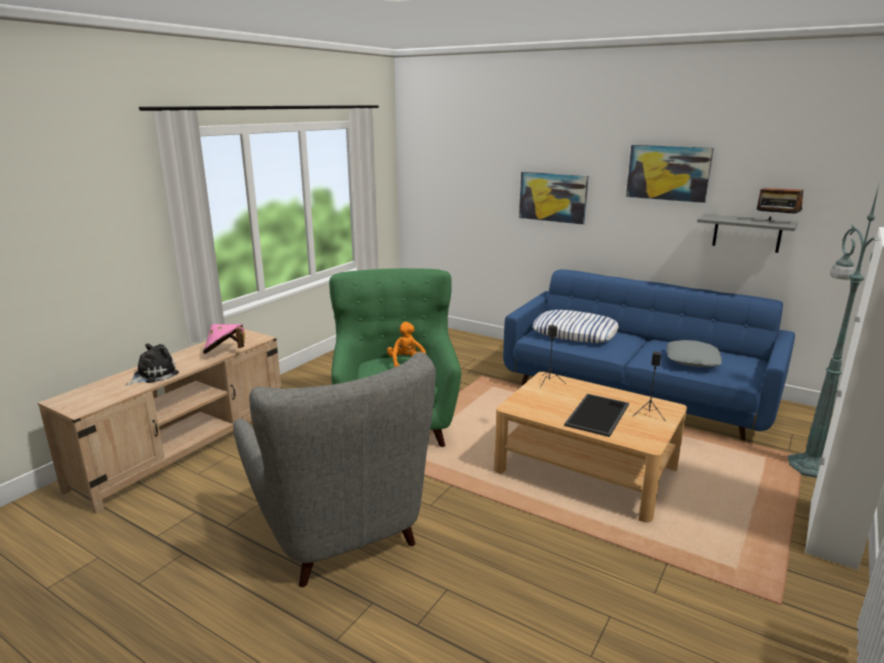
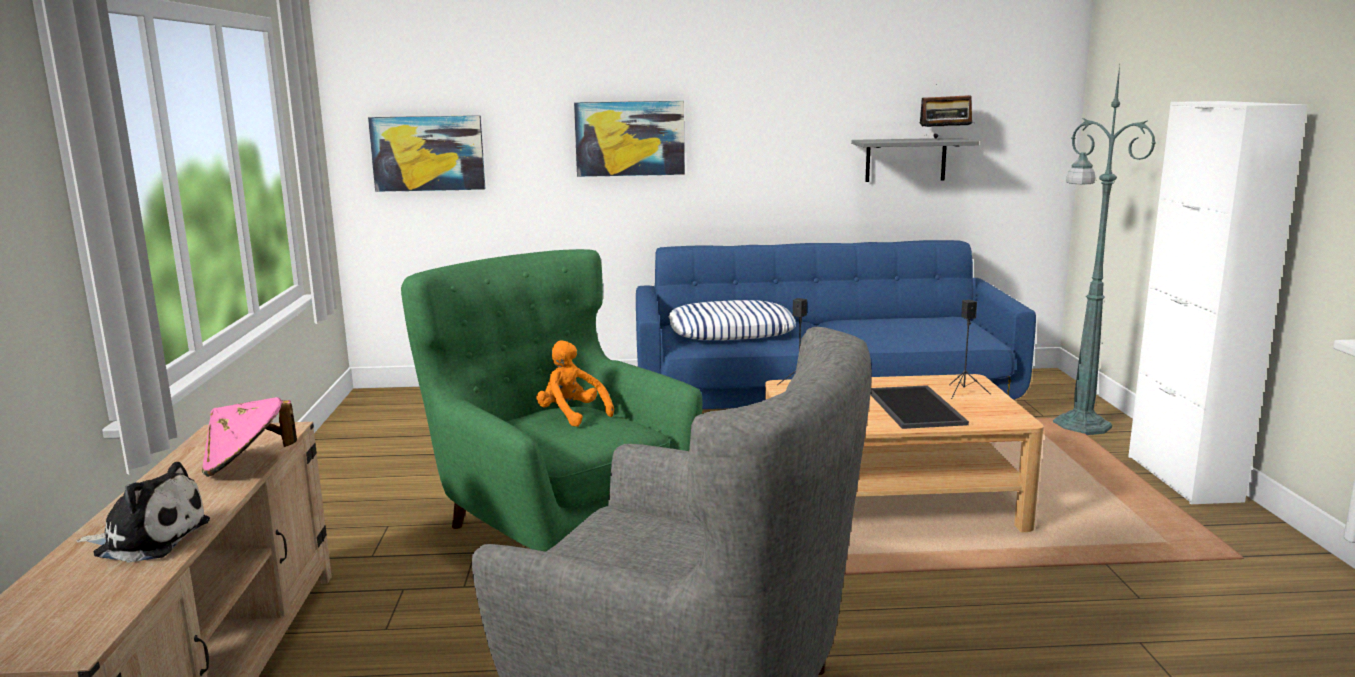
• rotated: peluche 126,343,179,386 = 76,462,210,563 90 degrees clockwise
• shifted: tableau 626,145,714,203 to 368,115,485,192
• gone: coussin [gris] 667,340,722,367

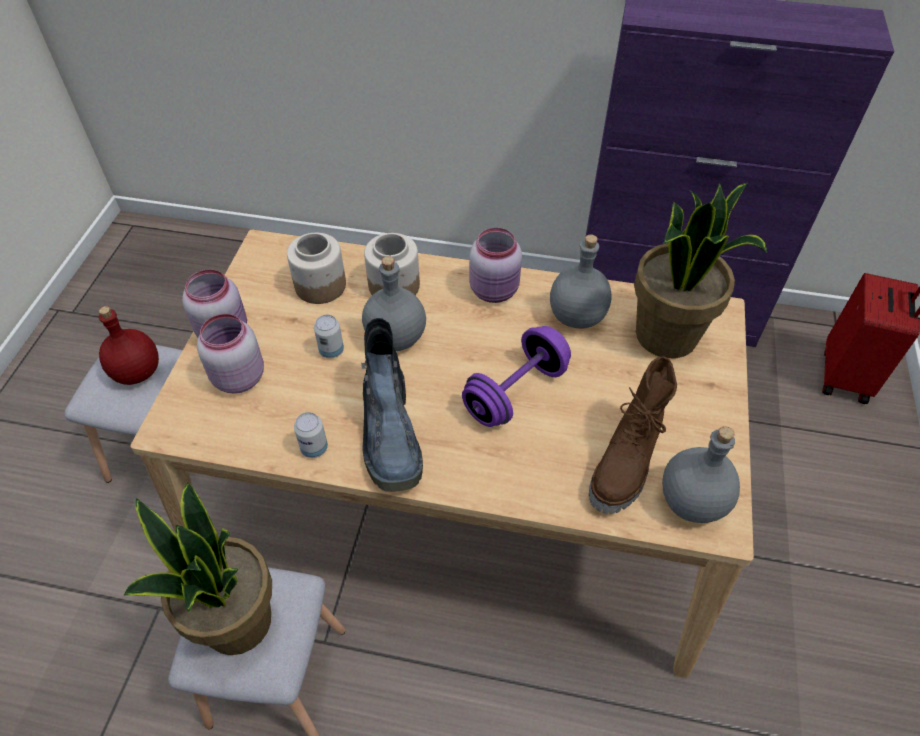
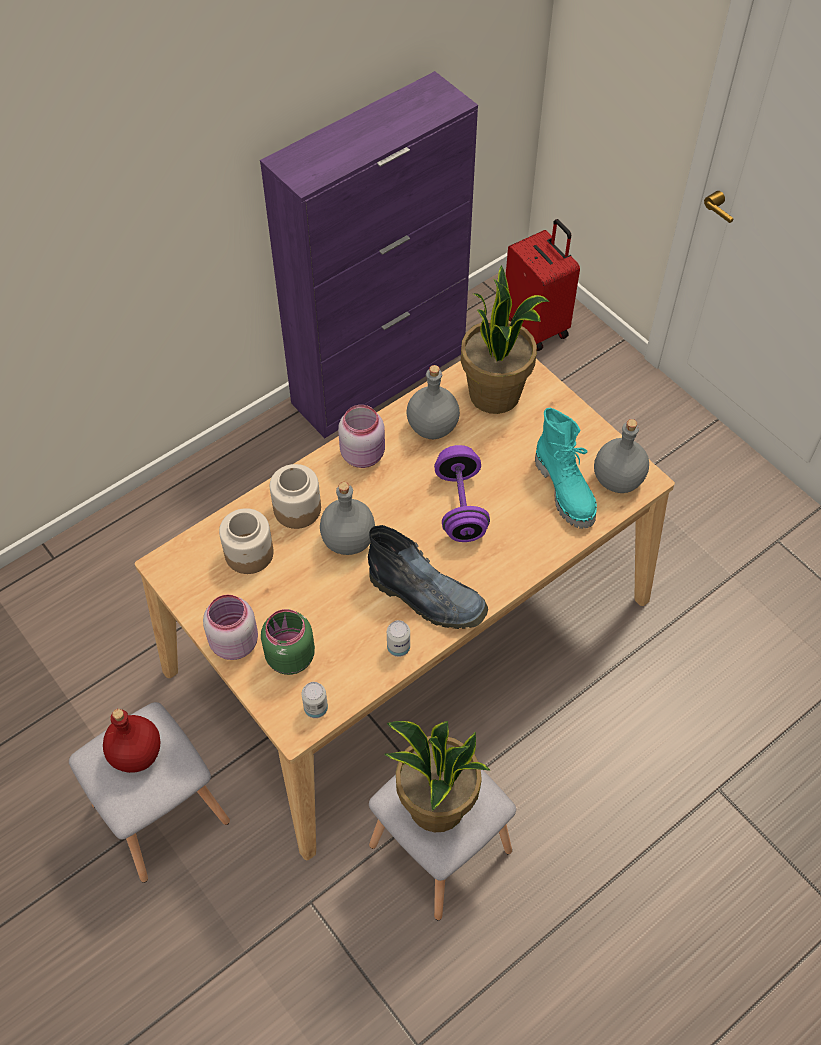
• repainted: bocal [rose] 197,314,264,394 to bocal [vert] 261,609,315,675
• shifted: boîte métallique 314,315,344,358 to 302,682,328,718
• repainted: botte [marron] 589,356,677,514 to botte [turquoise] 535,408,597,529

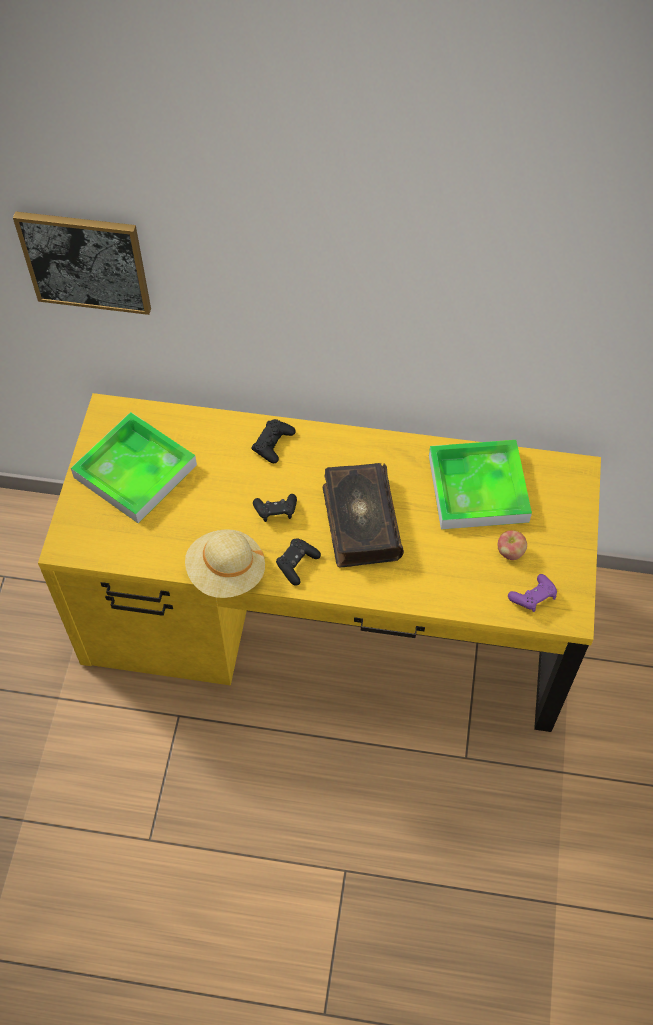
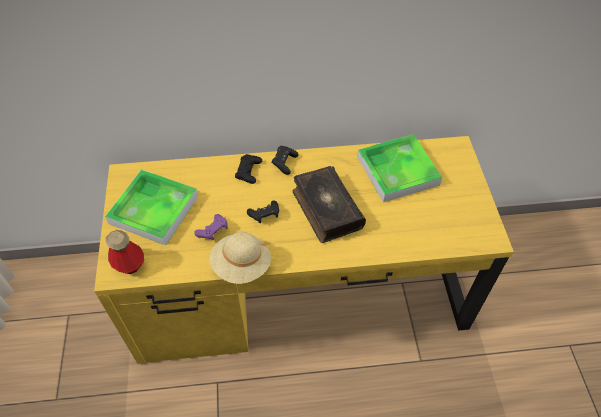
• new: bouteille 106,230,144,274
• shifted: manette [violet] 508,574,557,612 to 194,214,228,240
• shifted: manette [noir] 276,539,321,586 to 272,146,299,175
• gone: tableau 13,211,151,315
• gone: pomme 498,530,527,560

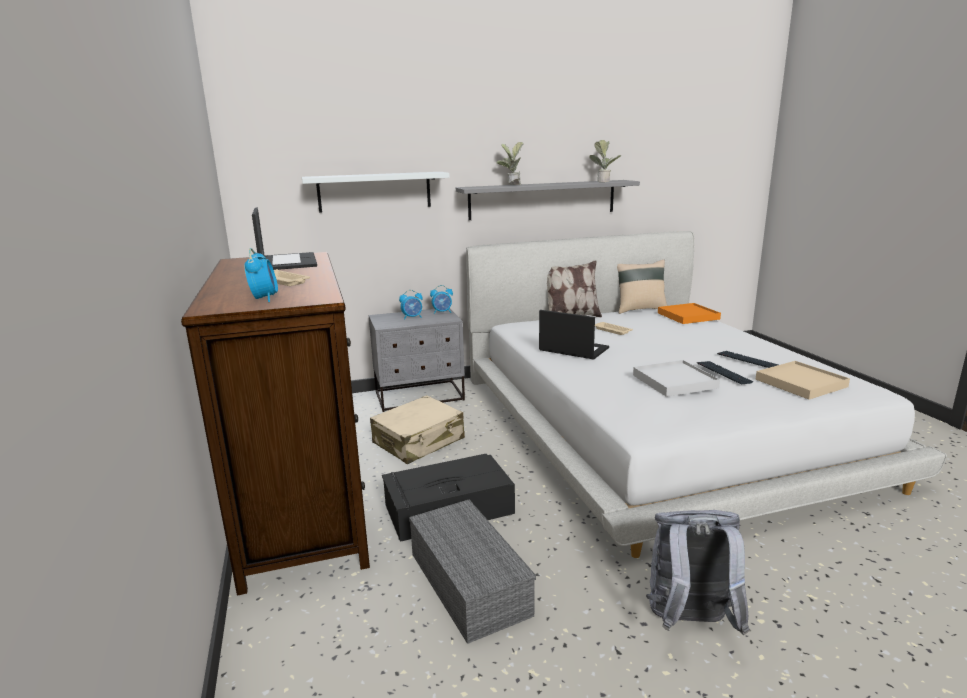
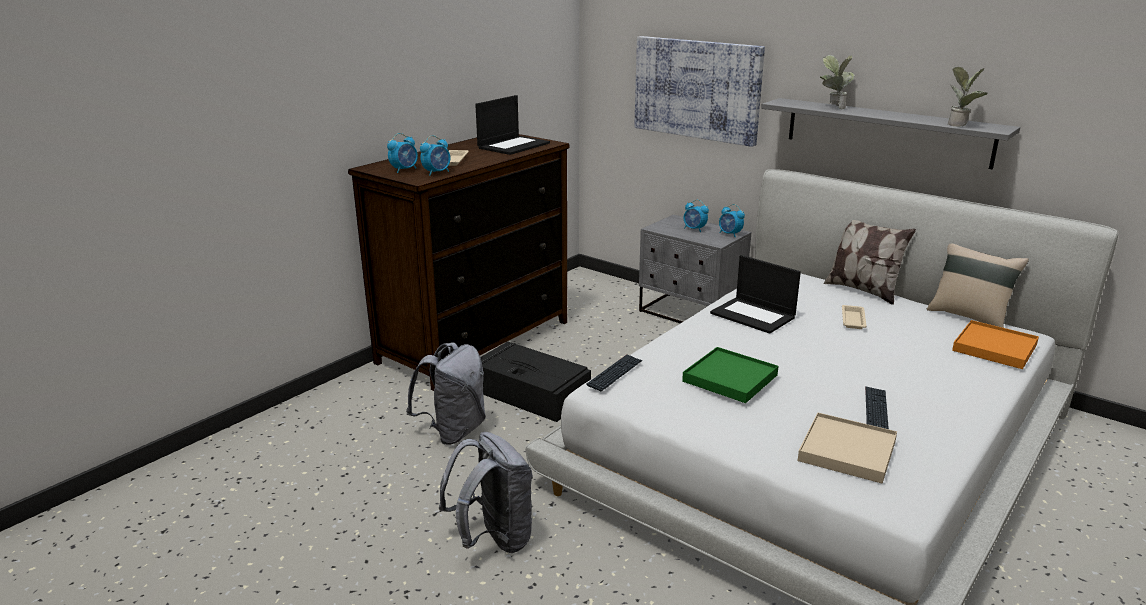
• swapped: boîte de rangement [gris] 409,500,536,644 to sac à dos [gris] 406,342,486,445
• new: réveil 420,135,450,176
• shifted: clavier 697,361,753,384 to 586,354,642,391
• swapped: étagère [blanc] 302,172,450,213 to tableau 634,36,765,147
• repainted: plateau [blanc] 633,360,720,397 to plateau [vert] 682,347,778,403
• rotated: ordinateur portable 539,310,609,360 = 710,255,801,334 135 degrees clockwise
• gone: valise [beige] 370,395,465,464

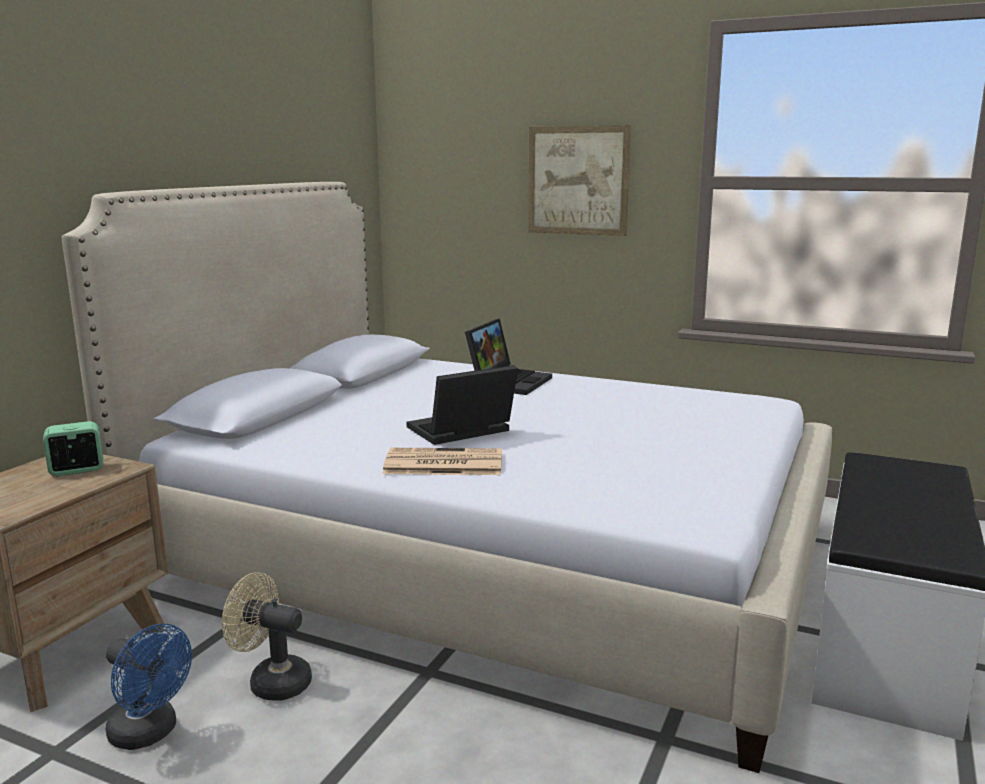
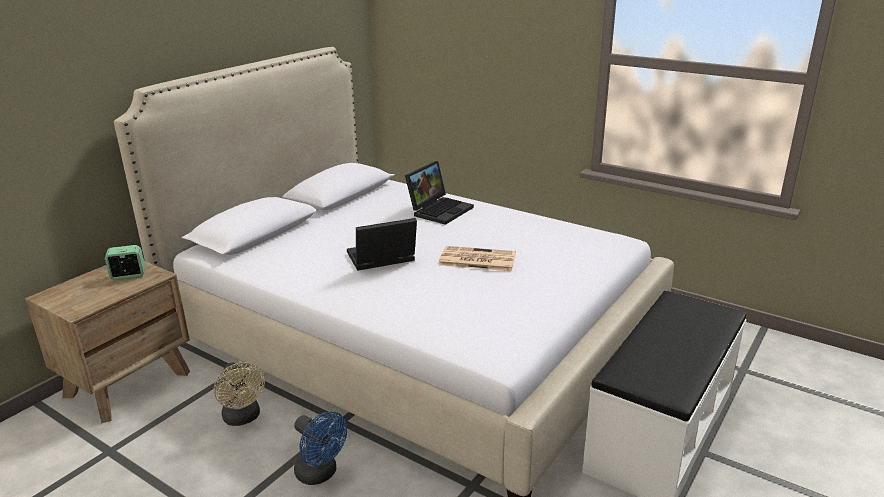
• rotated: ventilateur [beige] 222,572,312,701 = 214,362,265,426 150 degrees counterclockwise
• shifted: ventilateur [bleu] 106,624,192,750 to 294,411,347,485
• shifted: journal 382,448,502,475 to 439,246,516,271
• gone: tableau 528,125,631,236

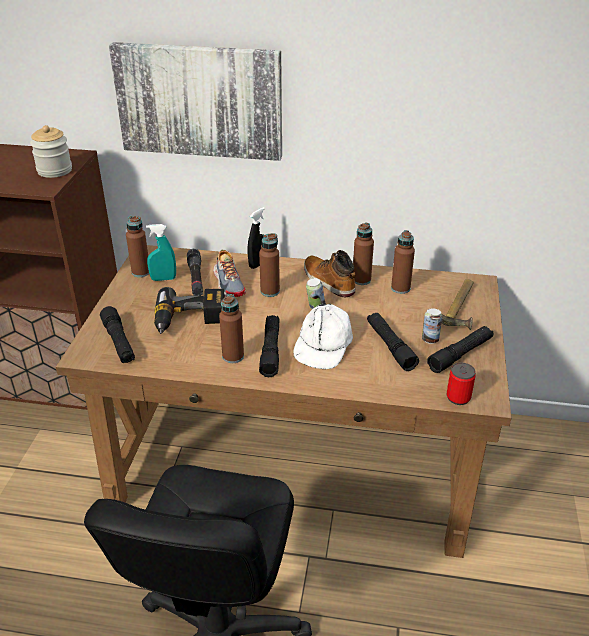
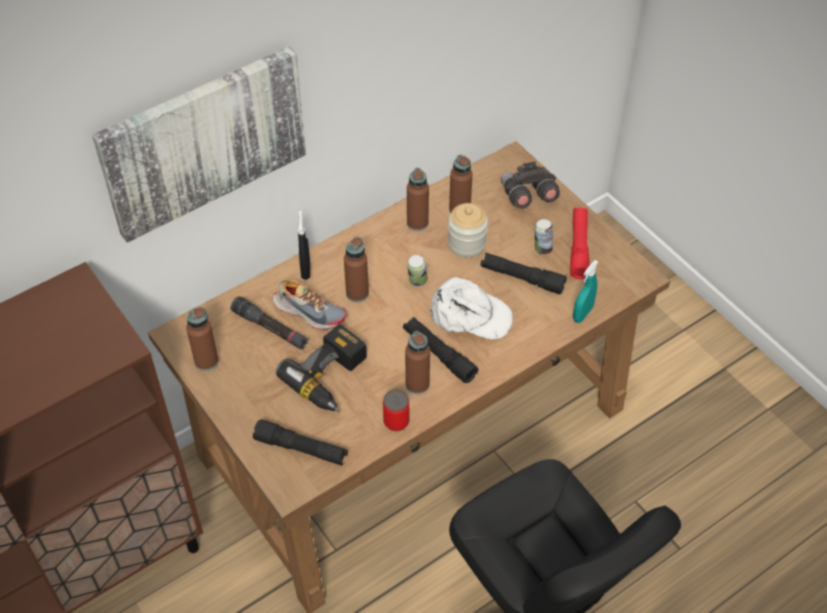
• shifted: boîte métallique 447,363,476,405 to 383,390,409,431
• rotated: casquette [blanc] 293,302,353,369 = 430,277,513,340 45 degrees counterclockwise
• shifted: bocal 30,125,72,178 to 448,203,488,257
• swapped: marteau 442,279,474,330 to jumelles [gris] 501,161,560,209
• repainted: lampe de poche [noir] 427,326,494,373 to lampe de poche [rouge] 570,207,590,279
• shifted: vaporisateur [turquoise] 146,224,176,281 to 573,260,598,323
• gone: botte 304,250,356,297

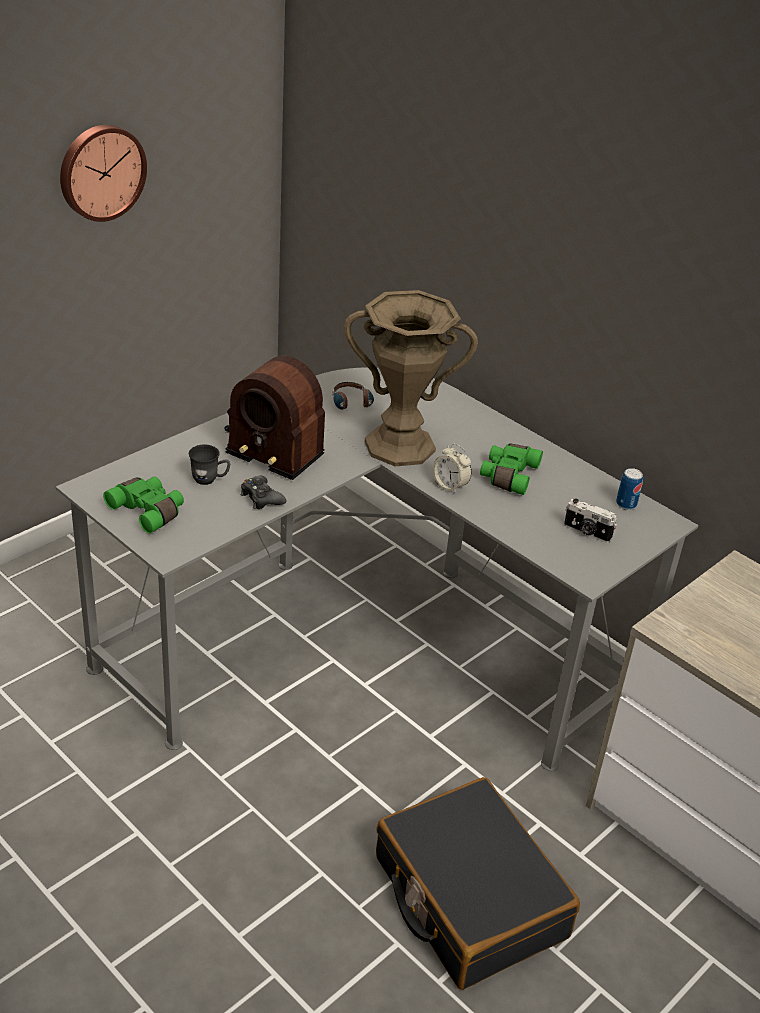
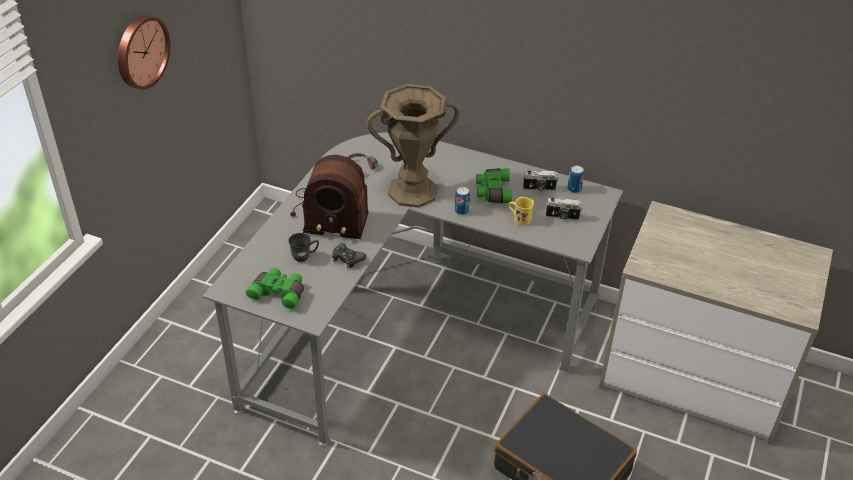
• swapped: réveil 433,443,472,494 to boîte métallique 455,187,470,215
• new: mug [jaune] 509,197,534,225
• new: appareil photo 523,171,558,191

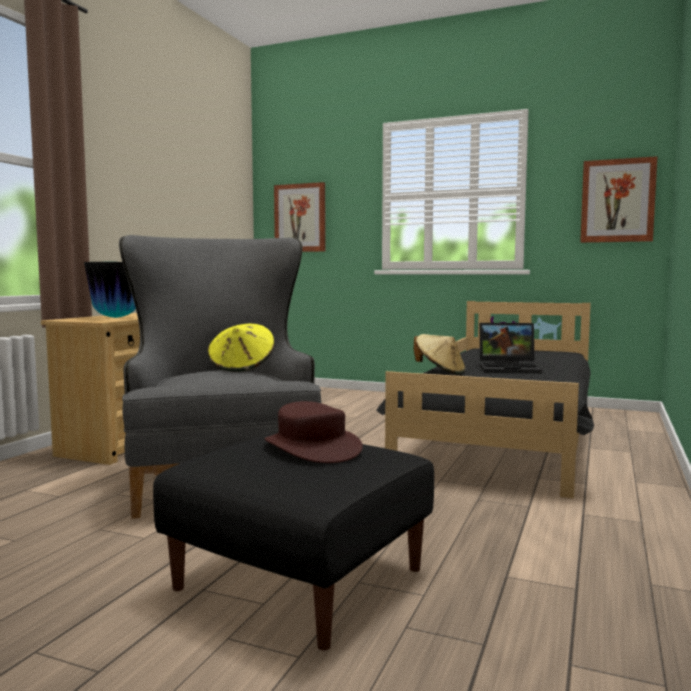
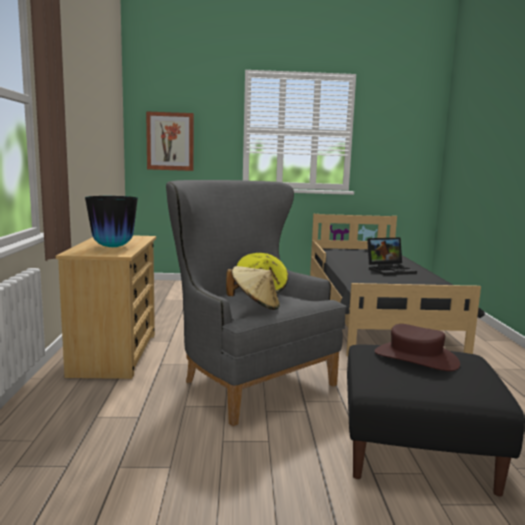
• shifted: chapeau [beige] 414,334,465,374 to 226,266,280,310
• gone: tableau 580,156,658,243

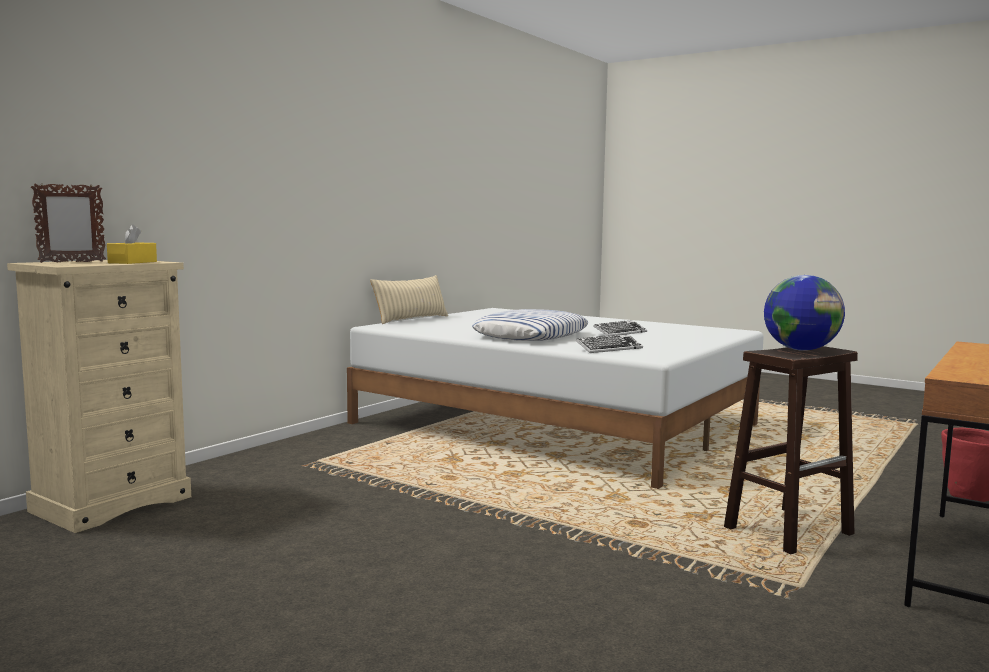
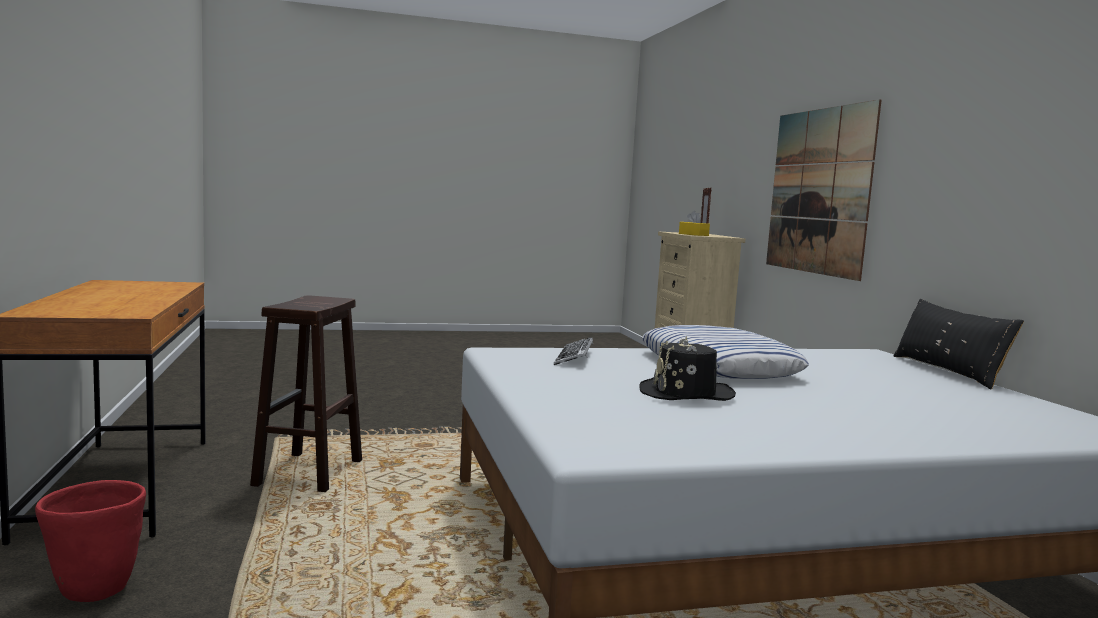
• swapped: clavier 593,320,647,336 to chapeau [noir] 640,336,736,401
• new: tableau 766,99,882,281
• repainted: coussin [beige] 370,275,448,324 to coussin [noir] 894,299,1024,389
• gone: globe 764,275,845,351

